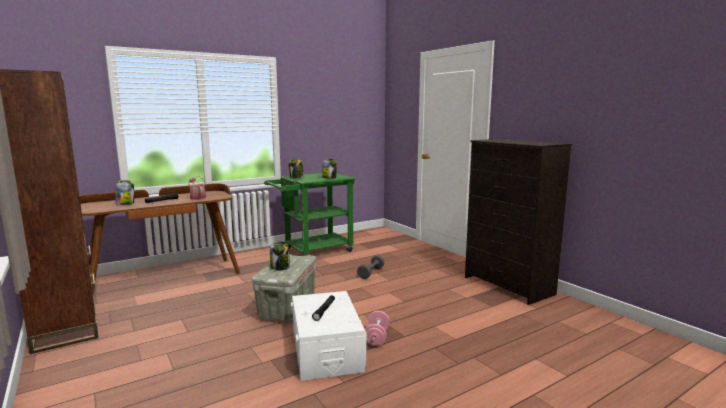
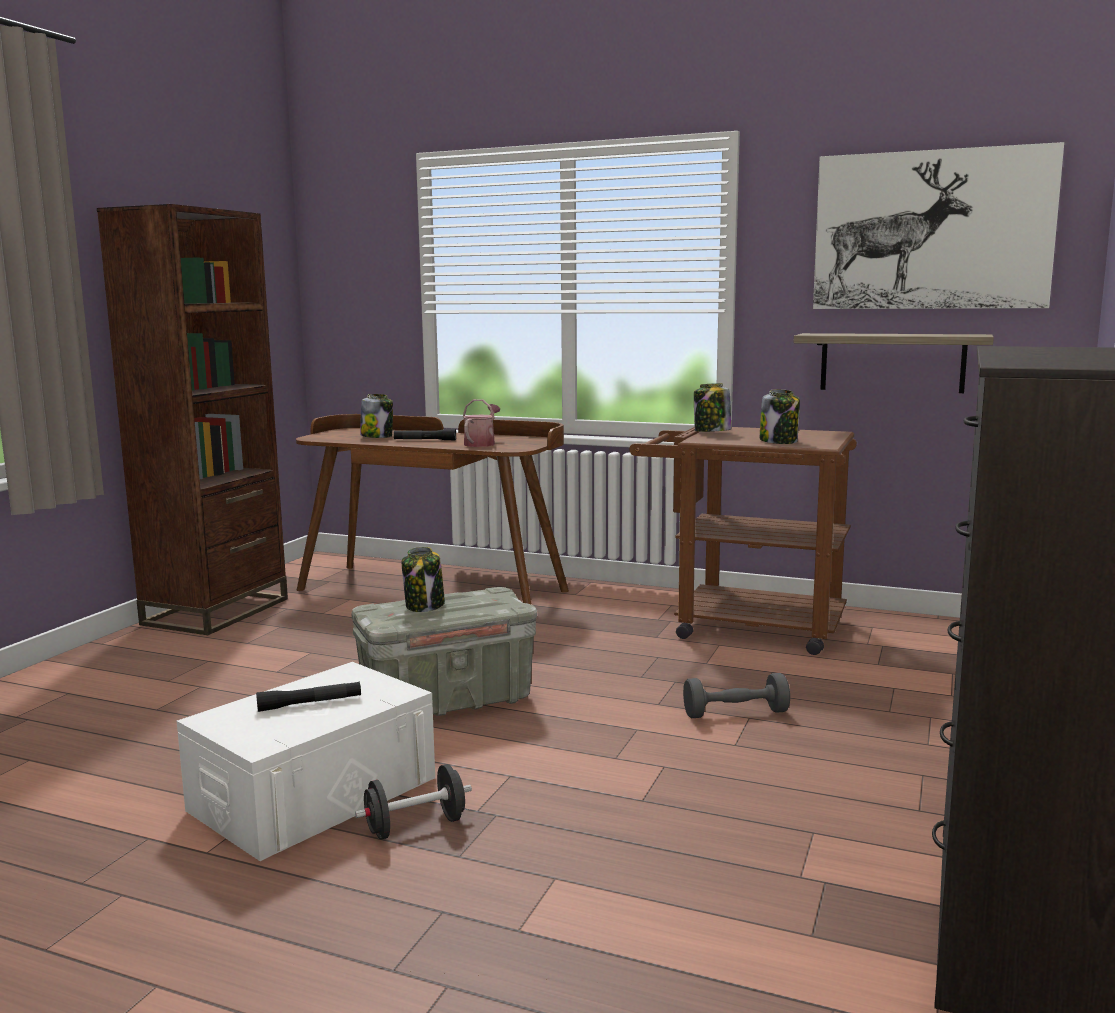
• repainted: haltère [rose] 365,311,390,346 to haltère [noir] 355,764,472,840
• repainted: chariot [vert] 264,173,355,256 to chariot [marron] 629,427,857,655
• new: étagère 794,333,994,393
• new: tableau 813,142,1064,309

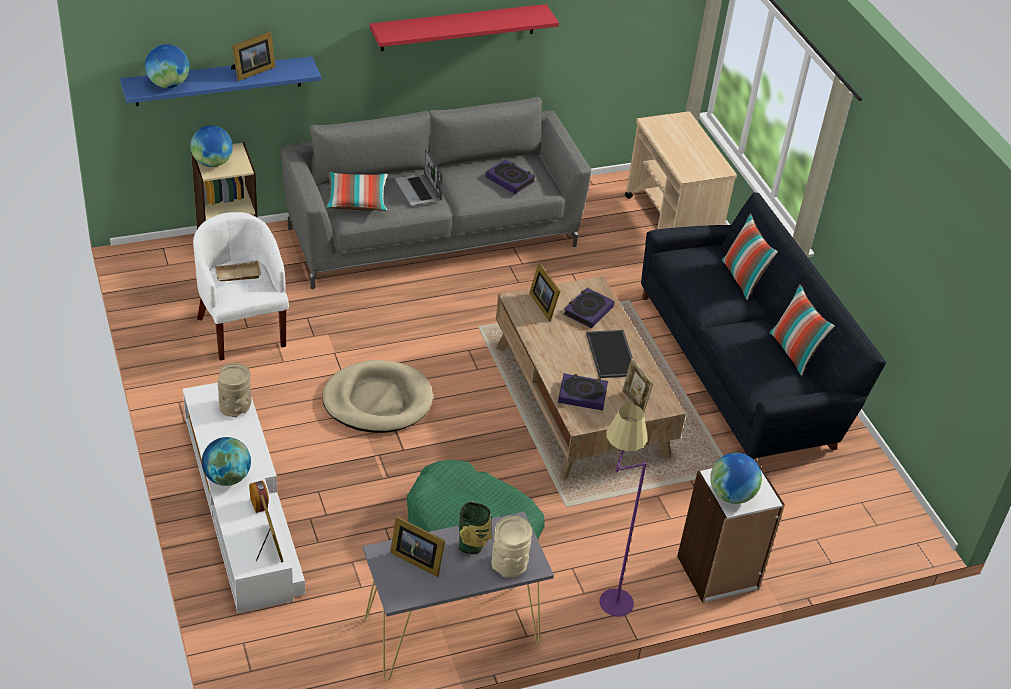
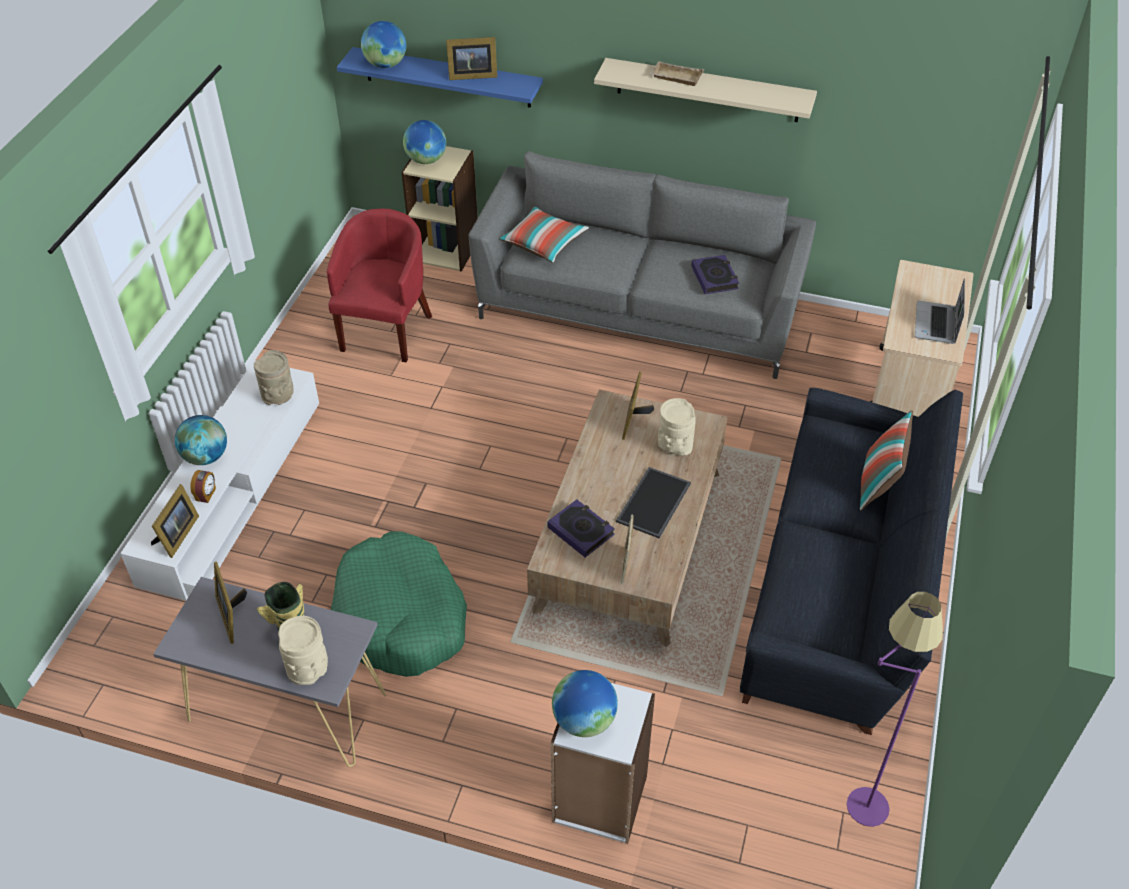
• repainted: fauteuil [blanc] 193,212,289,361 to fauteuil [rouge] 327,209,432,362
• repainted: étagère [rouge] 369,4,559,51 to étagère [beige] 594,58,817,122
• shifted: plateau [beige] 215,260,261,281 to 651,61,704,86
• swapped: livre 564,288,615,328 to vase [beige] 658,398,696,456
• shifted: lampadaire [violet] 599,404,647,617 to 847,592,943,827
• shifted: ordinateur portable 395,149,443,206 to 915,278,965,344
• gone: panier pour chien [beige] 322,360,433,433
• gone: coussin 769,284,835,376

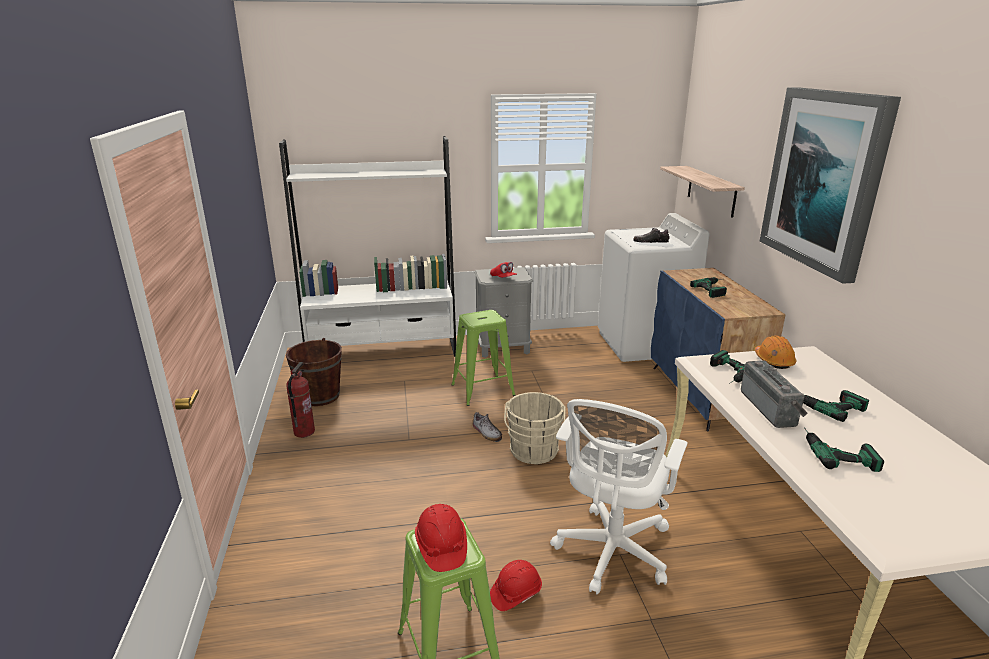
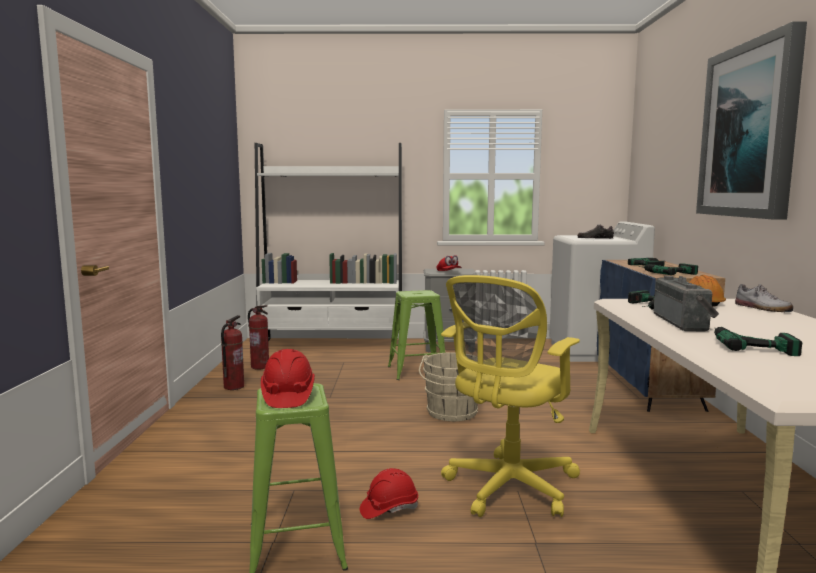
• swapped: seau [marron] 286,338,342,406 to extincteur 248,305,269,370
• repainted: chaise de bureau [blanc] 550,399,687,595 to chaise de bureau [jaune] 441,275,580,517
• shifted: perceuse 803,390,869,422 to 638,263,698,275
• shifted: chaussure 473,412,502,442 to 735,284,793,312
• gone: étagère 660,166,745,218

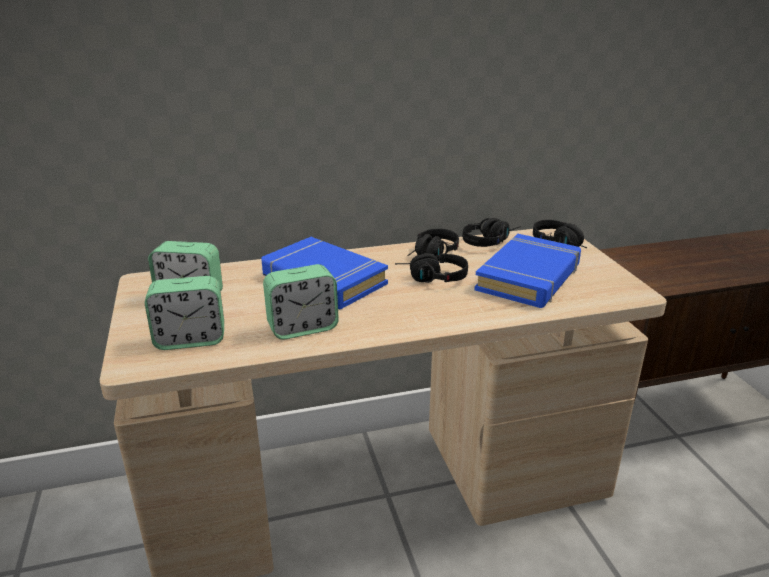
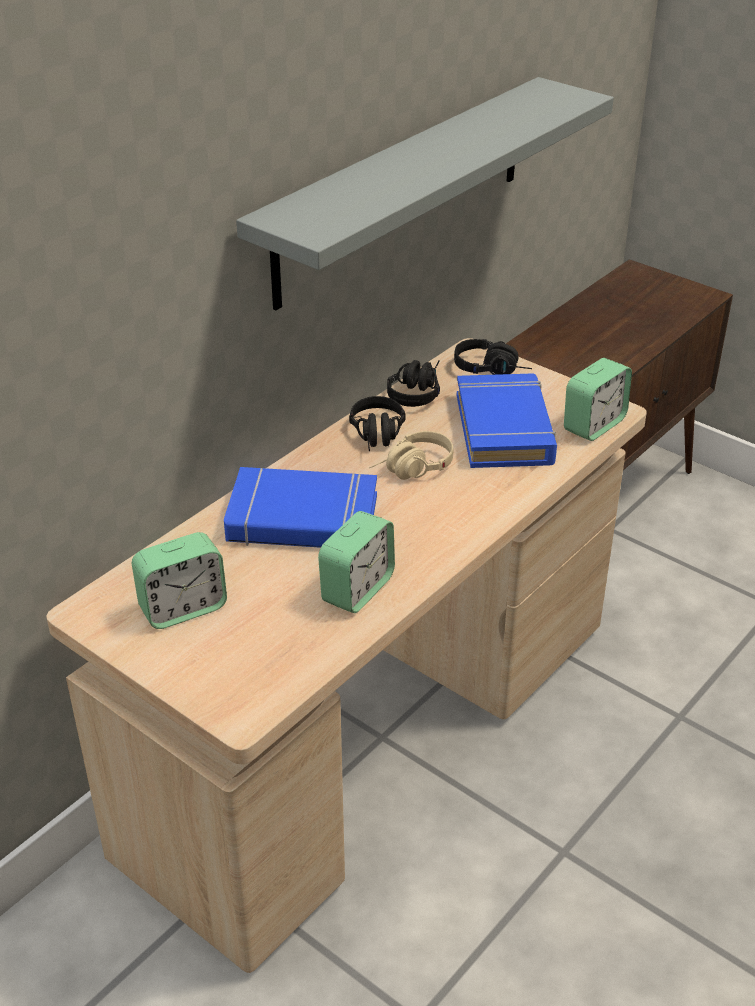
• new: étagère [gris] 236,77,614,310
• repainted: casque audio [noir] 395,253,468,283 to casque audio [beige] 369,431,453,480
• shifted: réveil 145,276,224,350 to 564,358,632,441

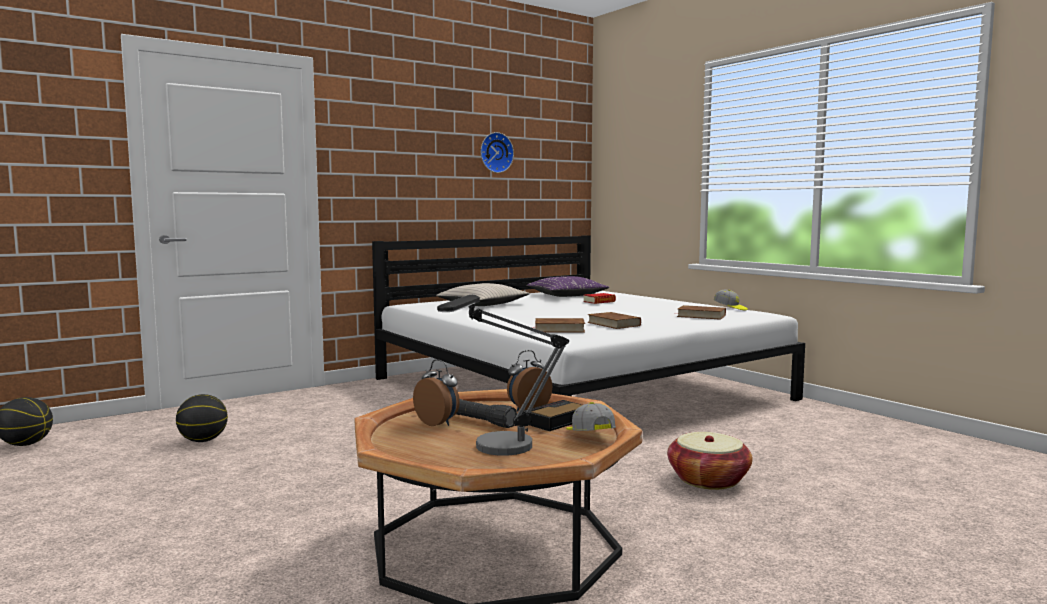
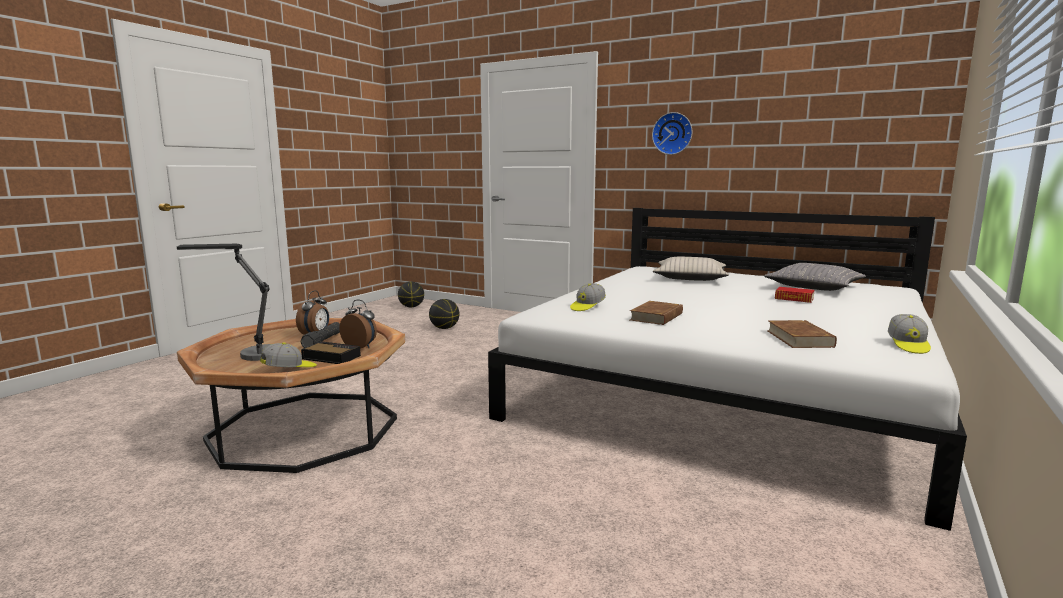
• swapped: livre [marron] 533,318,585,333 to casquette 570,283,606,311
• shifted: horloge murale 480,132,514,173 to 652,112,692,155
• repainted: coussin [violet] 527,276,609,297 to coussin [gris] 764,263,866,291
• gone: panier 667,432,752,490

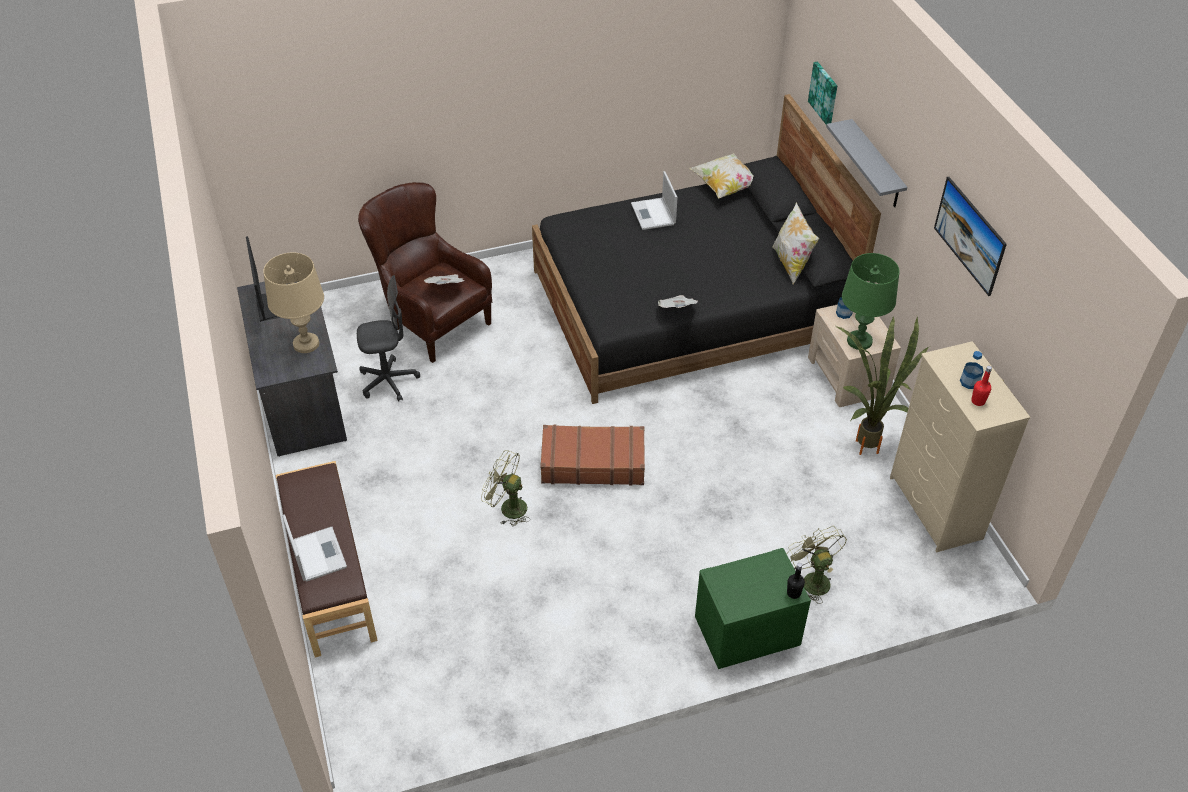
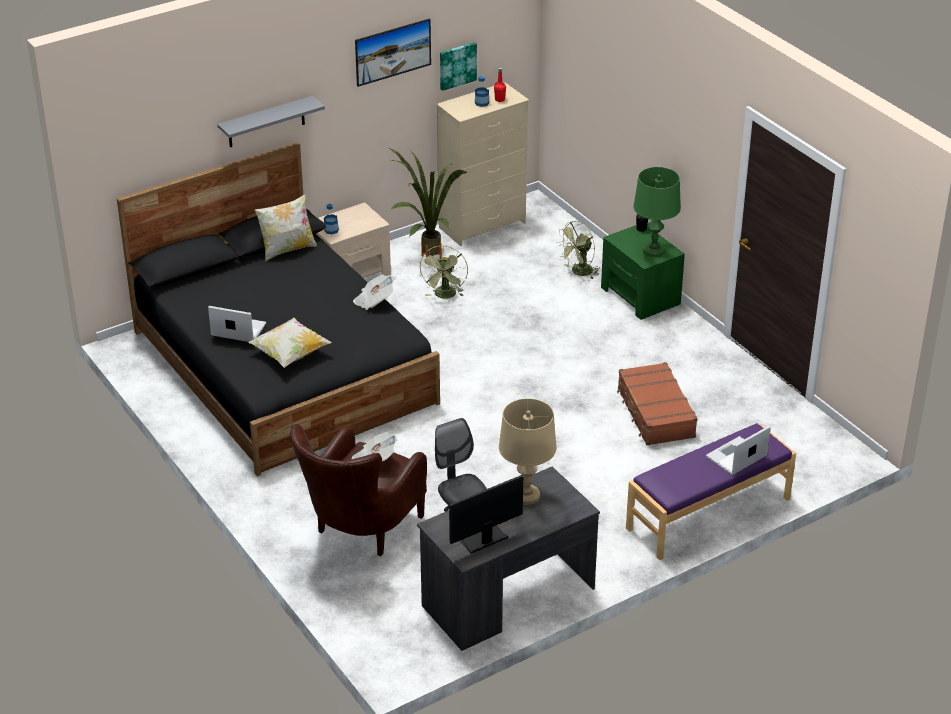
• rotated: ordinateur portable 631,171,678,230 = 208,306,266,342 135 degrees counterclockwise
• shifted: coussin 689,153,754,198 to 248,318,332,368
• shifted: ventilateur [vert] 481,450,530,526 to 420,246,468,299
• shifted: tableau 808,61,837,125 to 440,42,477,91
• shifted: valise [marron] 540,425,645,485 to 617,362,698,445
• repainted: banc [marron] 276,461,378,658 to banc [violet] 626,423,796,560
• shifted: lampe de table [vert] 842,253,900,350 to 633,167,681,257

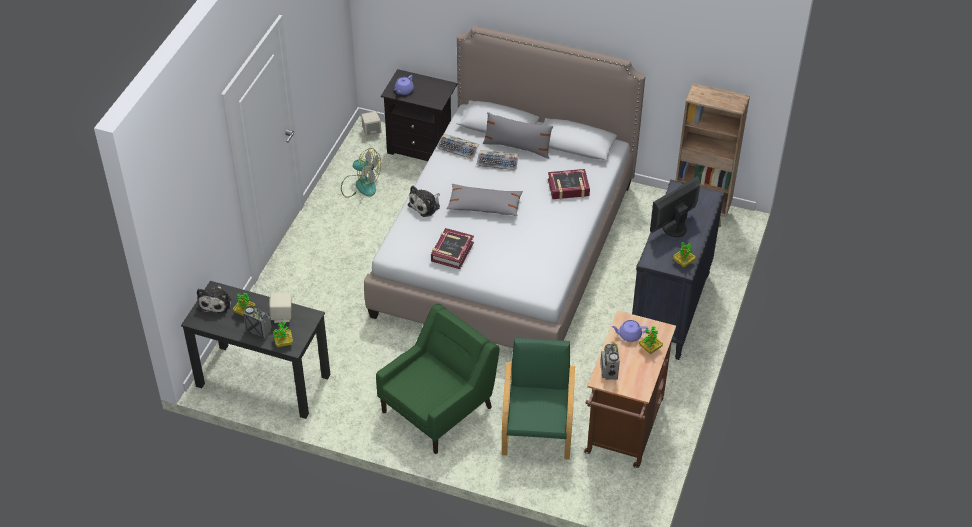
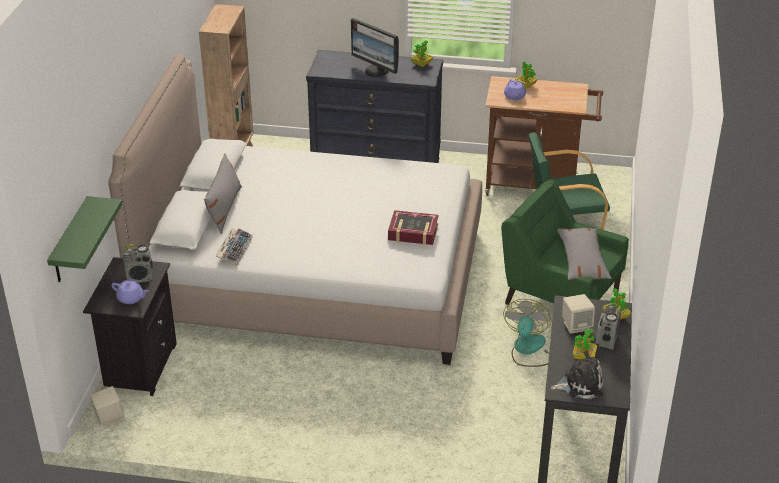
• new: étagère [vert] 47,196,122,282
• shifted: radio 600,343,620,380 to 122,244,153,283
• shifted: ventilateur 341,148,381,198 to 503,299,551,367
• shifted: coussin [gris] 446,184,523,216 to 557,228,612,280
• gone: peluche 408,186,440,217
• gone: clavier 476,150,518,172
• gone: livre 548,169,590,200

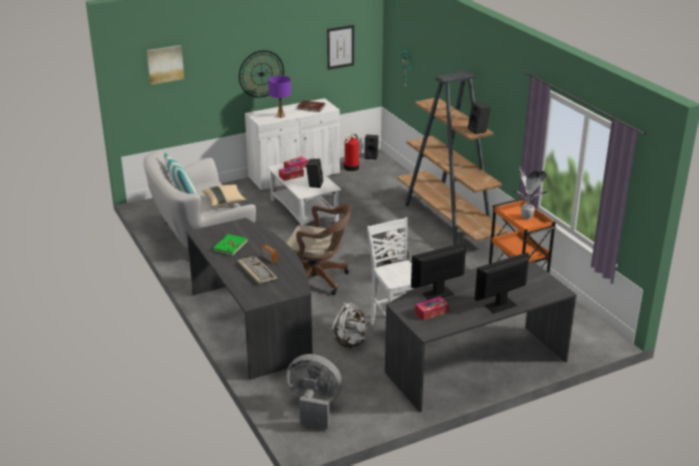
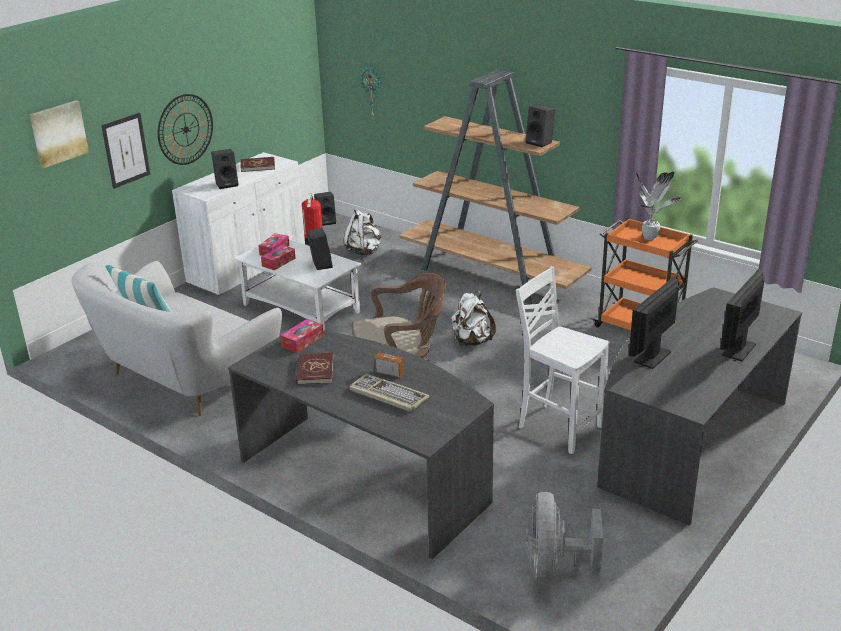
• shifted: tableau 327,25,354,70 to 101,113,150,189
• swapped: lampe de table [violet] 268,76,291,118 to enceinte [noir] 211,149,238,189
• shifted: boîte à mouchoirs 415,296,449,320 to 280,319,324,353
• repainted: livre [vert] 213,234,248,256 to livre [rouge] 296,353,334,385
• shifted: sac à dos [blanc] 332,302,367,349 to 343,209,381,255
• rotated: ventilateur [gris] 286,354,342,429 = 526,492,603,582 75 degrees counterclockwise
• gone: coussin [beige] 203,185,246,207

